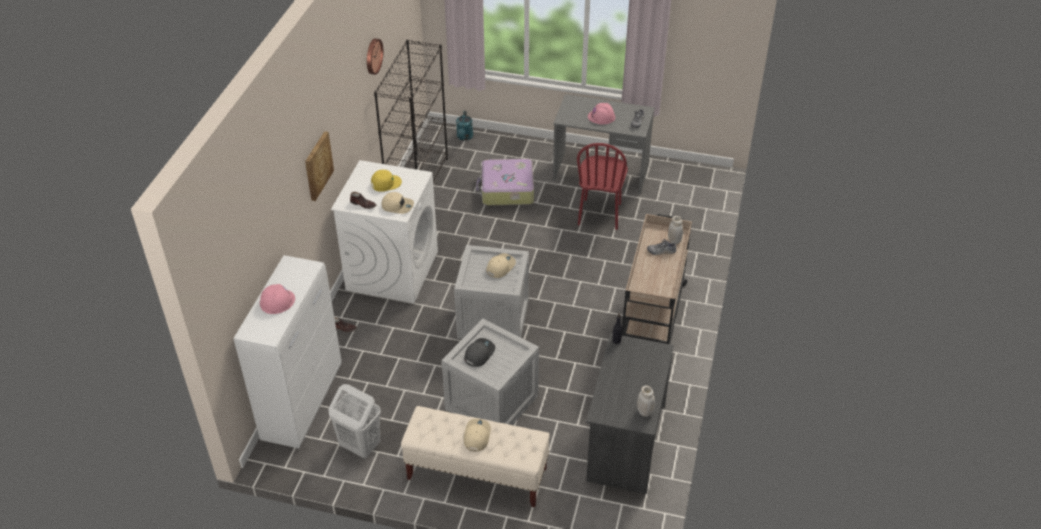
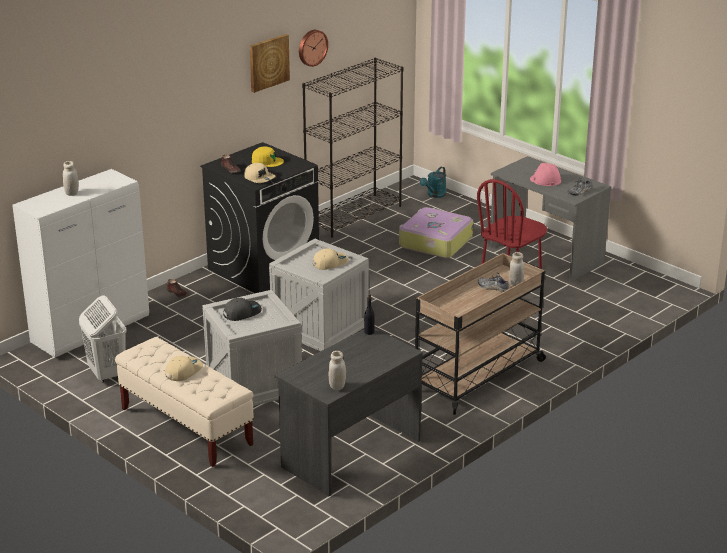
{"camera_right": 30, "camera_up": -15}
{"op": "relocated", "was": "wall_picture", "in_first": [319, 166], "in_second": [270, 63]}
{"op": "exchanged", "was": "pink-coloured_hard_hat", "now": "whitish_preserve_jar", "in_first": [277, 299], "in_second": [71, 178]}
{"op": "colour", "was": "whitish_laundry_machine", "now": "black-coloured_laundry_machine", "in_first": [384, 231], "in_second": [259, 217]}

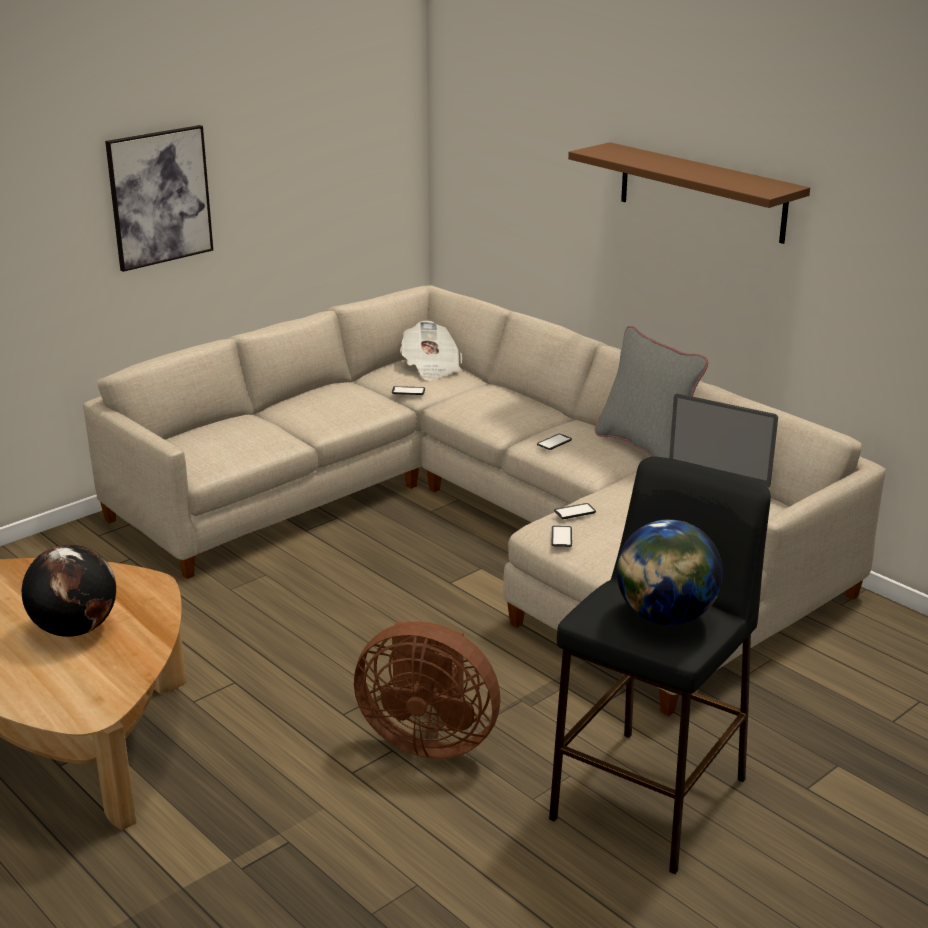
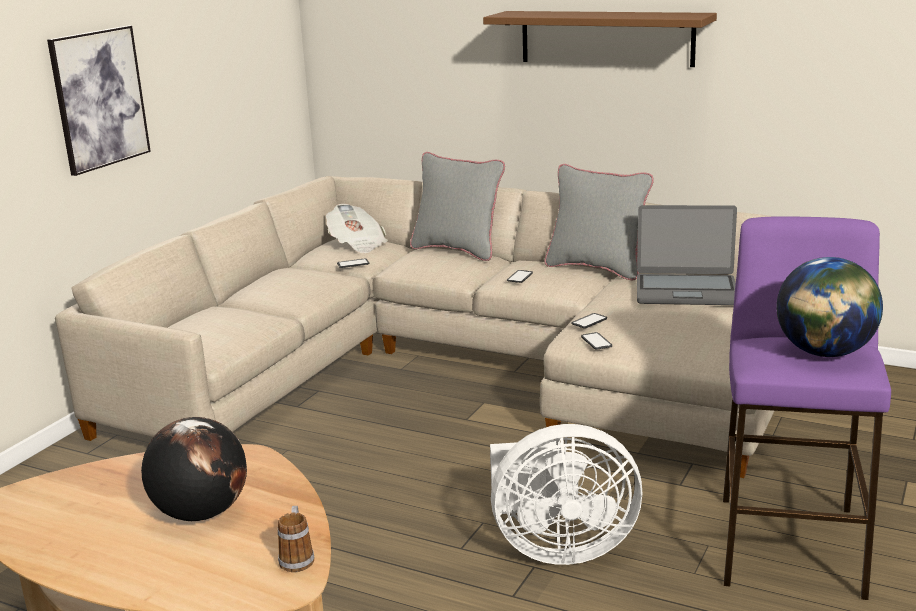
{"camera_right": -20, "camera_up": -5}
{"op": "appeared", "now": "coffee_mug", "in_second": [296, 539]}
{"op": "appeared", "now": "grey_pillow", "in_second": [457, 206]}
{"op": "colour", "was": "brown_electric_fan", "now": "whitish_electric_fan", "in_first": [427, 690], "in_second": [566, 494]}
{"op": "colour", "was": "black-coloured_sitting_stool", "now": "purple_sitting_stool", "in_first": [660, 665], "in_second": [807, 408]}

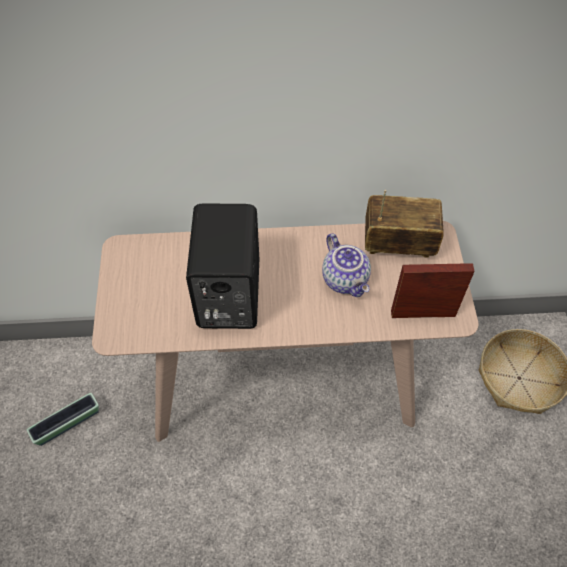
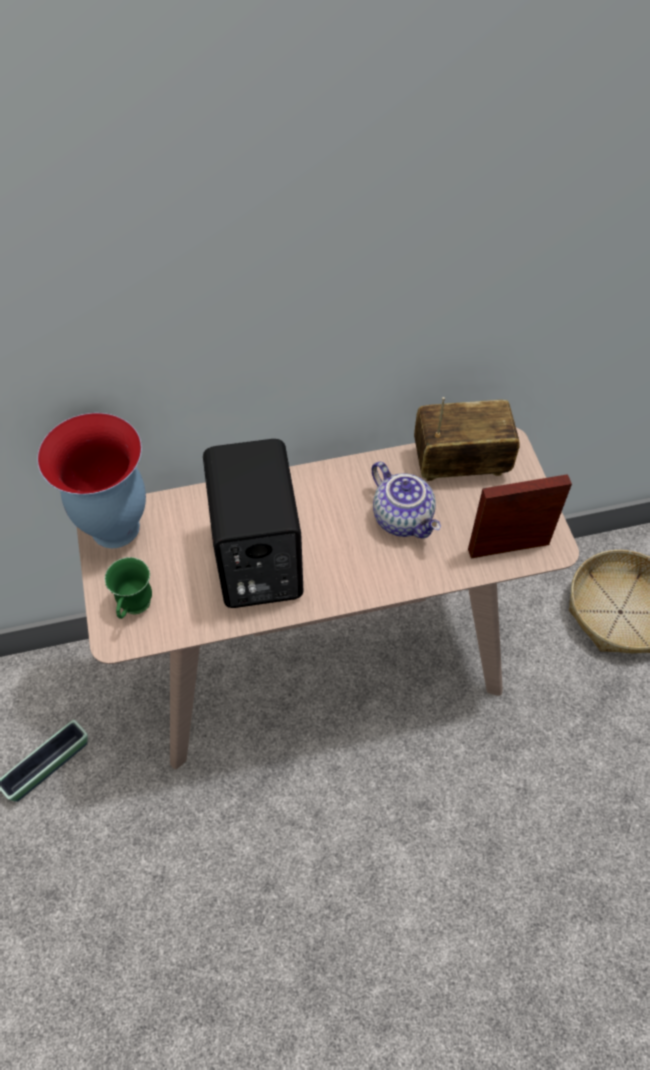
{"camera_right": -10, "camera_up": 0}
{"op": "appeared", "now": "flower_vase", "in_second": [91, 480]}
{"op": "appeared", "now": "greenish_coffee_mug", "in_second": [128, 588]}

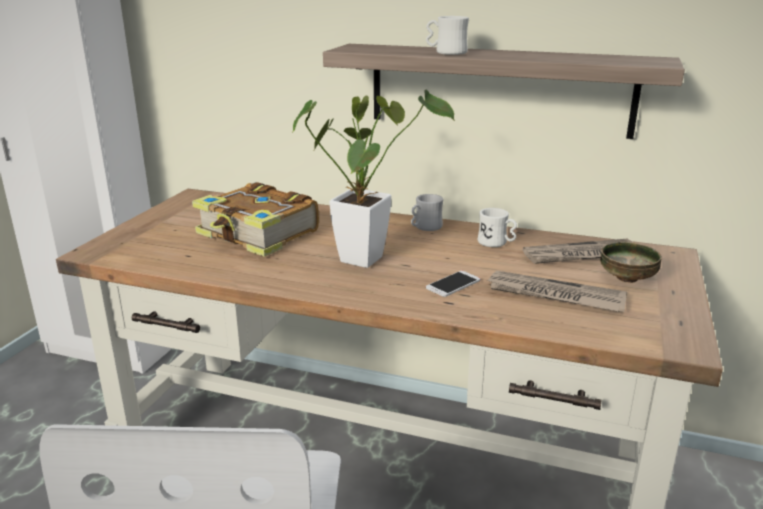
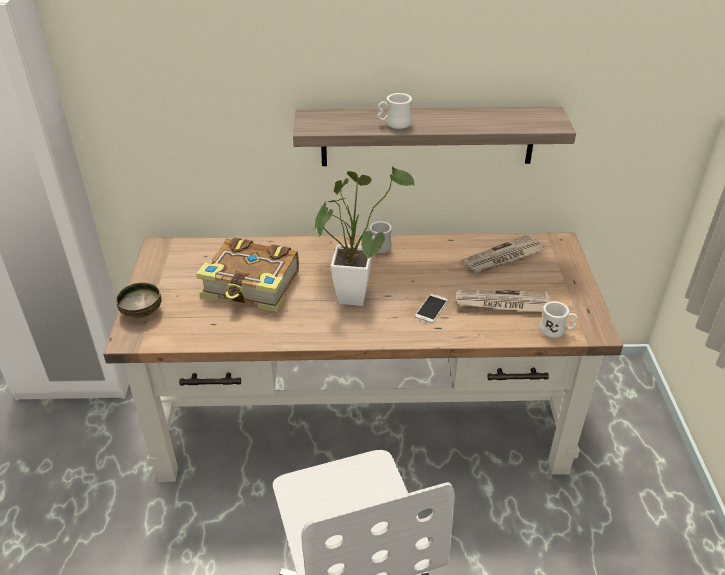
{"camera_right": -20, "camera_up": 15}
{"op": "relocated", "was": "whitish_coffee_mug", "in_first": [497, 227], "in_second": [558, 319]}
{"op": "relocated", "was": "deep_dish", "in_first": [631, 262], "in_second": [139, 300]}

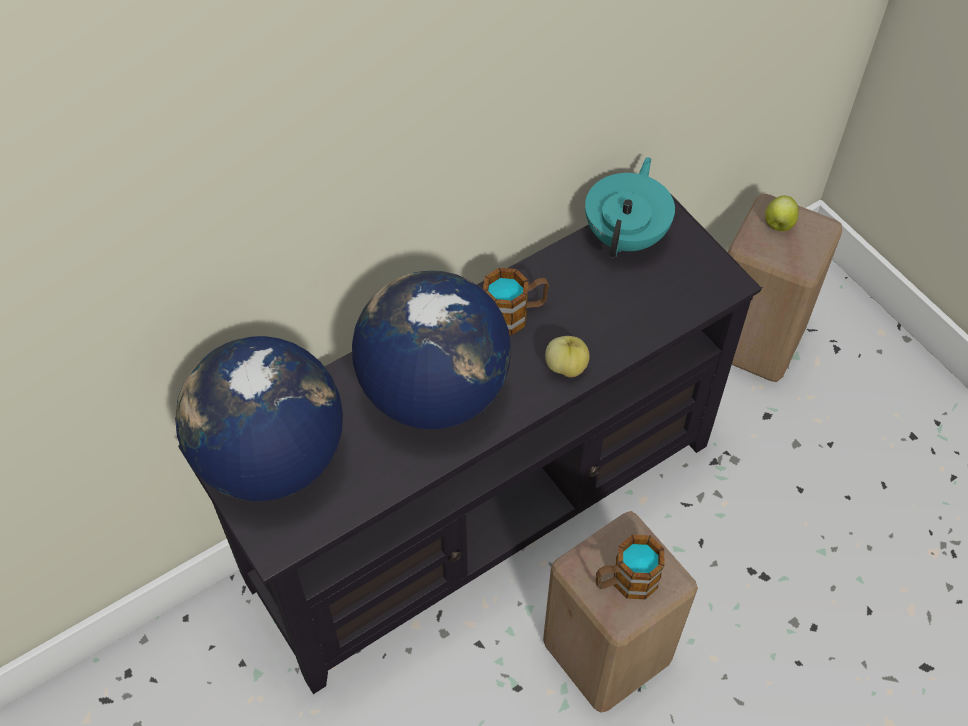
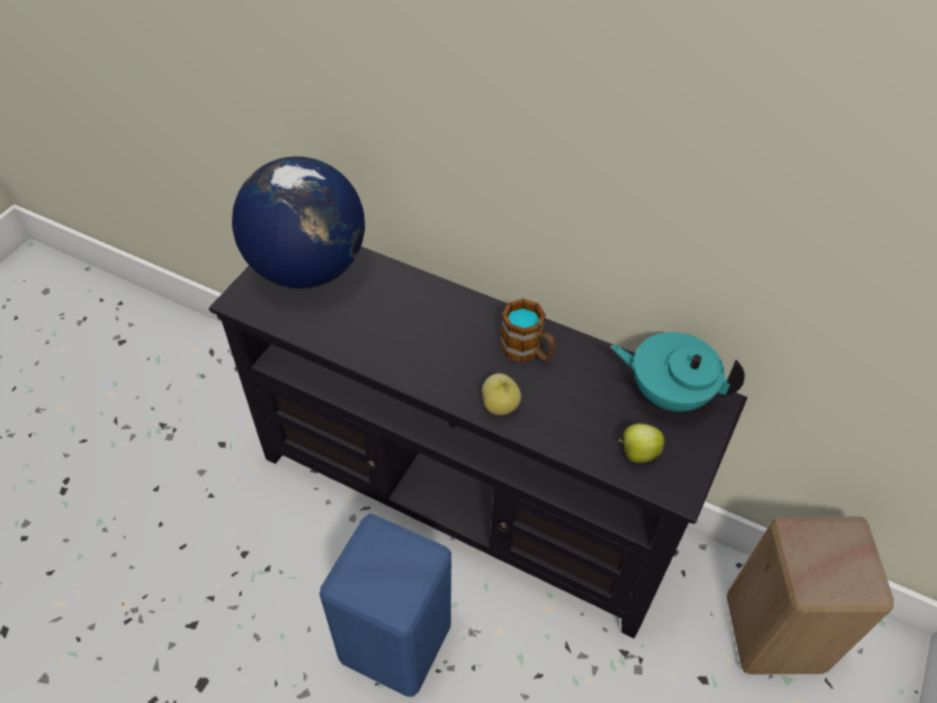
{"camera_right": 60, "camera_up": -5}
{"op": "missing", "was": "globe", "in_first": [431, 350]}
{"op": "missing", "was": "coffee_mug", "in_first": [630, 567]}
{"op": "relocated", "was": "apple", "in_first": [782, 213], "in_second": [641, 443]}
{"op": "colour", "was": "beige-coloured_sitting_stool", "now": "blue_sitting_stool", "in_first": [620, 612], "in_second": [385, 605]}
{"op": "spun", "was": "turquoise-coloured_tea_pot", "in_first": [630, 207], "in_second": [678, 372], "clockwise": -150}

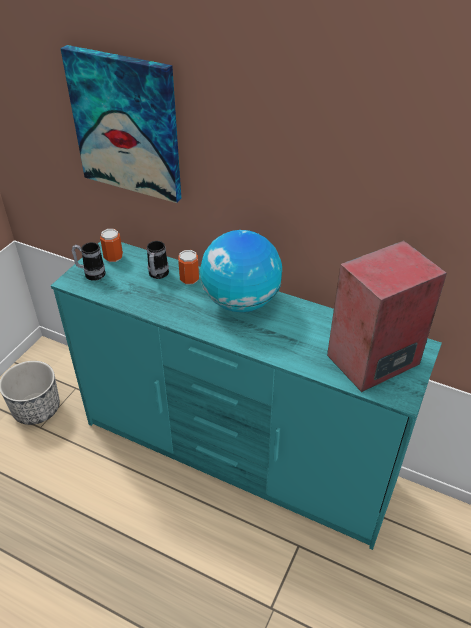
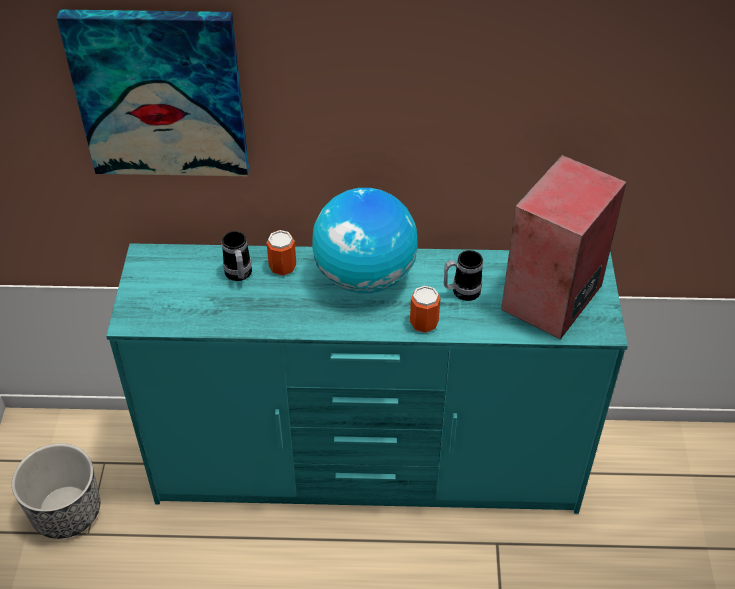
{"camera_right": -25, "camera_up": 5}
{"op": "relocated", "was": "coffee_mug", "in_first": [88, 261], "in_second": [463, 275]}
{"op": "relocated", "was": "metal_can", "in_first": [111, 245], "in_second": [425, 309]}

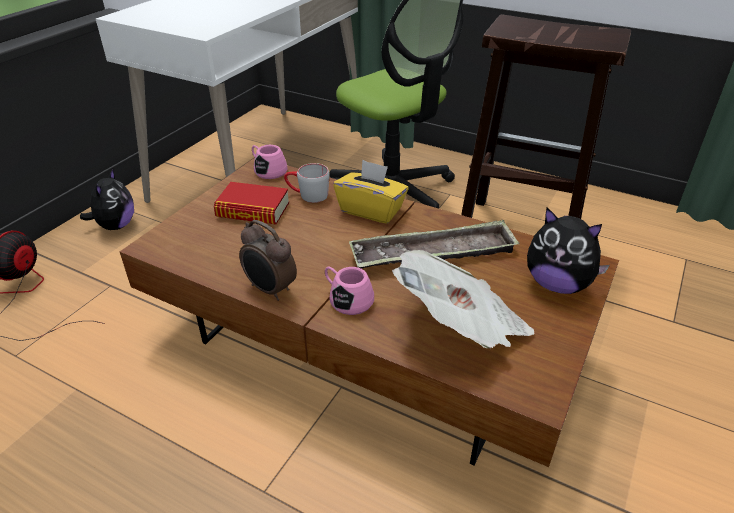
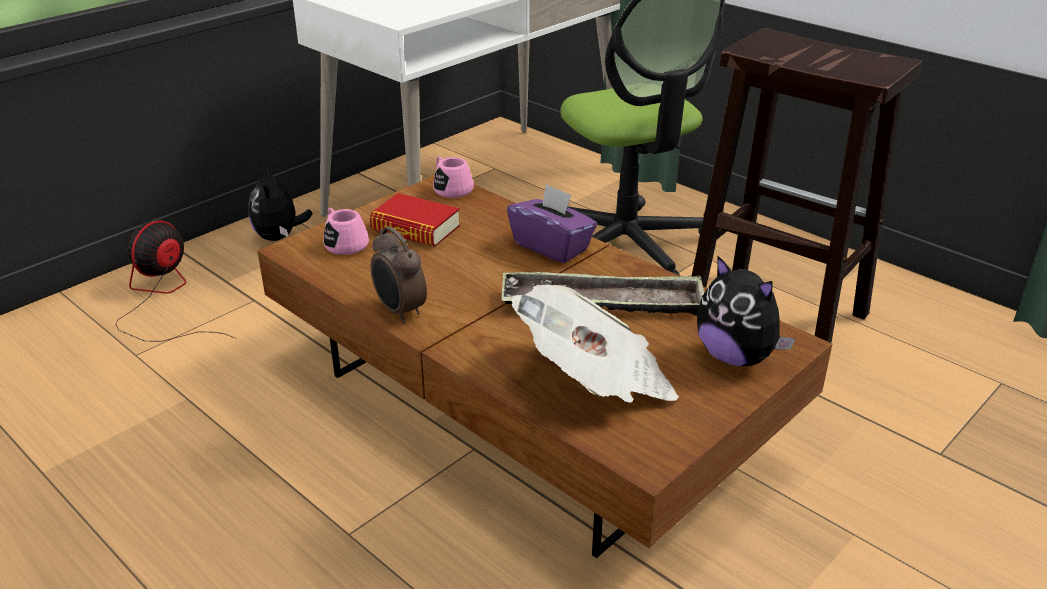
{"camera_right": 15, "camera_up": -5}
{"op": "missing", "was": "grey_coffee_mug", "in_first": [306, 183]}
{"op": "relocated", "was": "pink-coloured_coffee_mug", "in_first": [349, 291], "in_second": [346, 231]}
{"op": "colour", "was": "yellow-coloured_tissue_box", "now": "purple_tissue_box", "in_first": [371, 192], "in_second": [552, 223]}
{"op": "spun", "was": "soft_toy", "in_first": [107, 199], "in_second": [281, 203], "clockwise": 150}

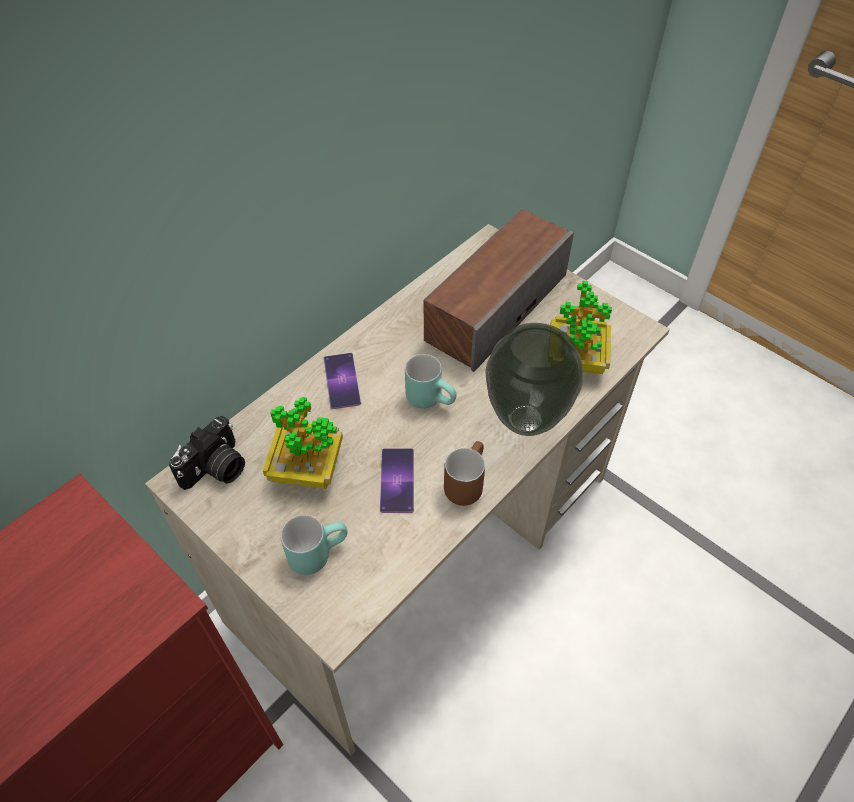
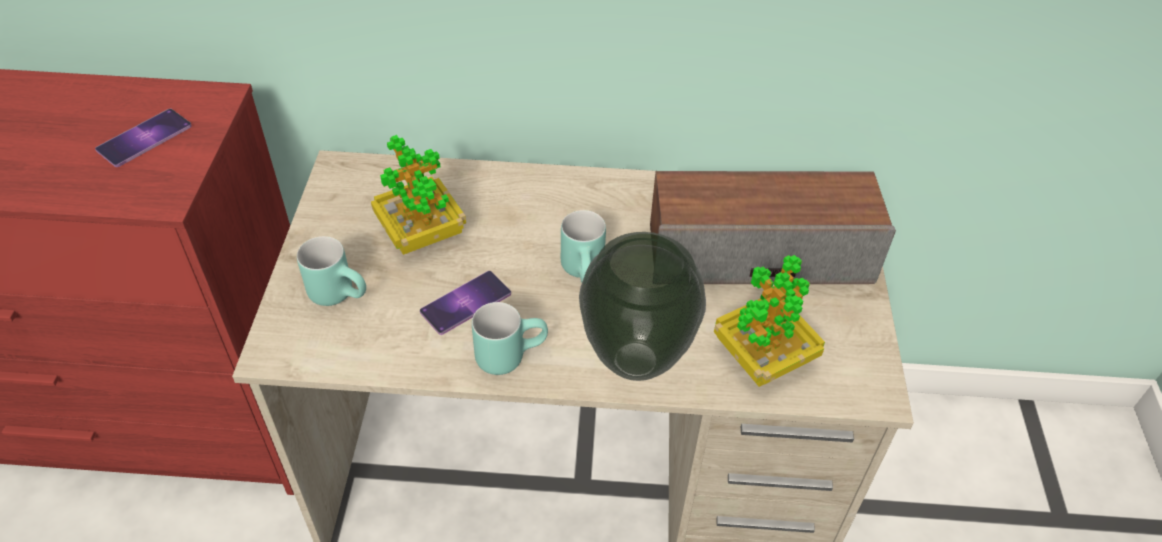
{"camera_right": 50, "camera_up": -5}
{"op": "missing", "was": "still_camera", "in_first": [207, 453]}
{"op": "relocated", "was": "telephone", "in_first": [342, 381], "in_second": [143, 137]}
{"op": "colour", "was": "brown_coffee_mug", "now": "turquoise-coloured_coffee_mug", "in_first": [464, 473], "in_second": [510, 338]}

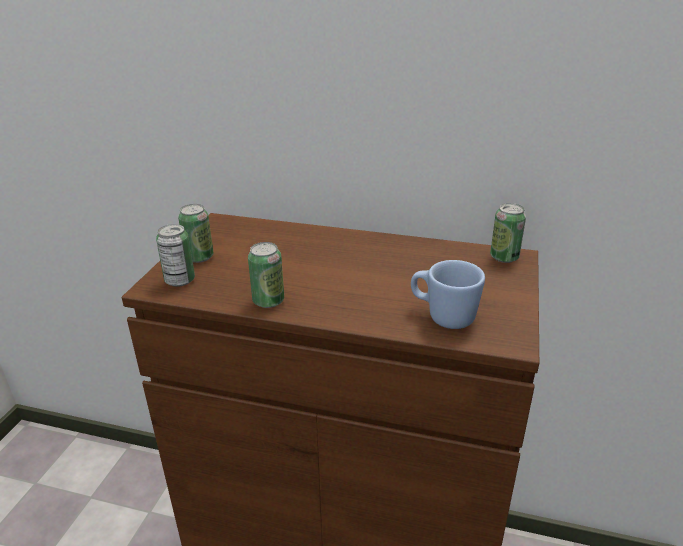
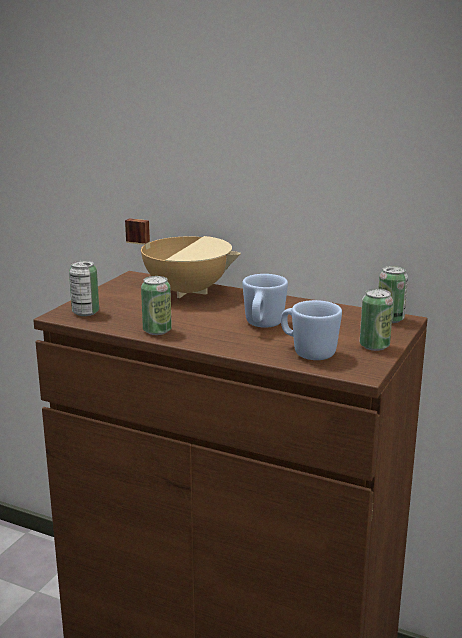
{"camera_right": 10, "camera_up": -10}
{"op": "appeared", "now": "beige-coloured_cooking_pot", "in_second": [183, 258]}
{"op": "appeared", "now": "blue_coffee_mug", "in_second": [265, 301]}
{"op": "relocated", "was": "metal_can", "in_first": [196, 233], "in_second": [376, 320]}

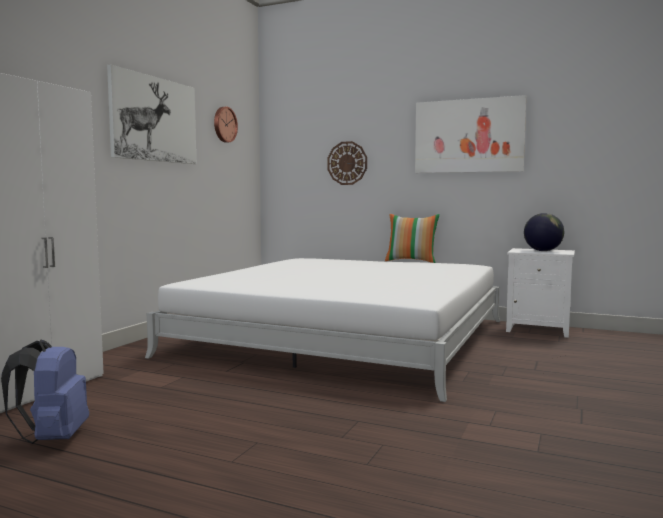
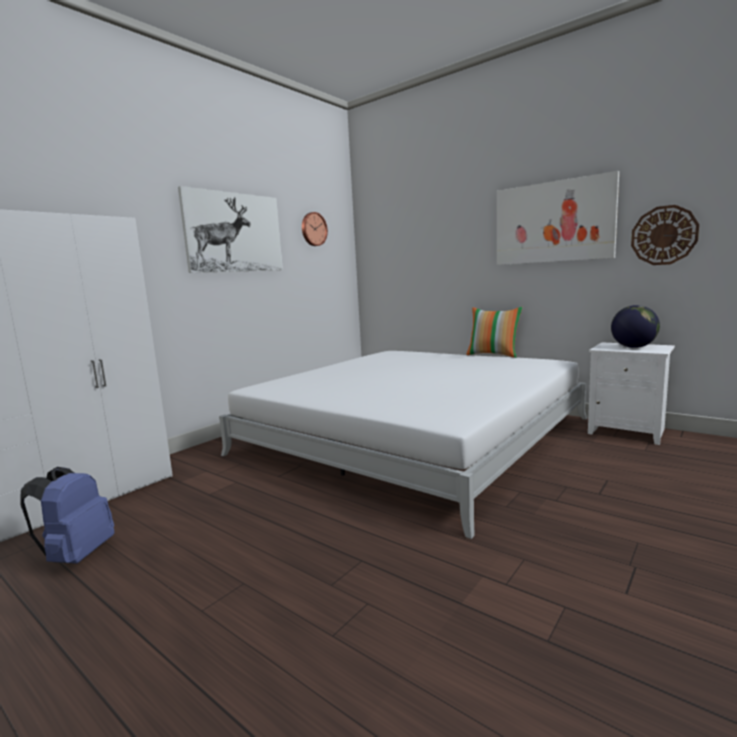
{"camera_right": 15, "camera_up": 5}
{"op": "relocated", "was": "hanging_clock", "in_first": [347, 163], "in_second": [665, 235]}

